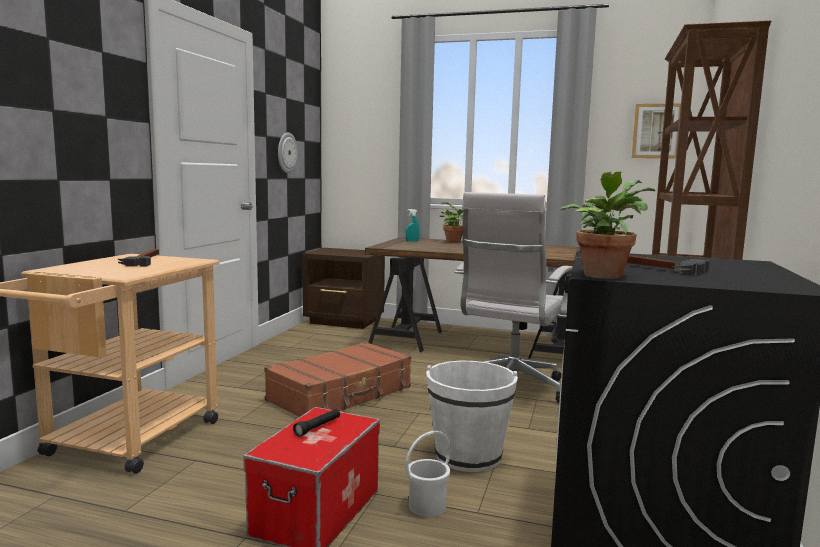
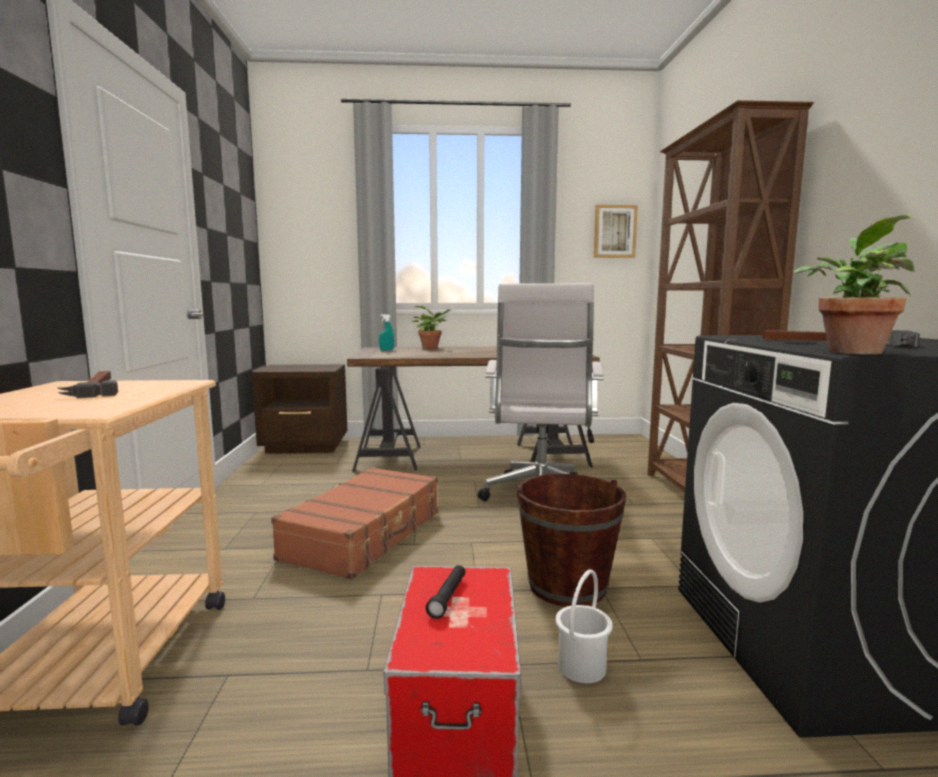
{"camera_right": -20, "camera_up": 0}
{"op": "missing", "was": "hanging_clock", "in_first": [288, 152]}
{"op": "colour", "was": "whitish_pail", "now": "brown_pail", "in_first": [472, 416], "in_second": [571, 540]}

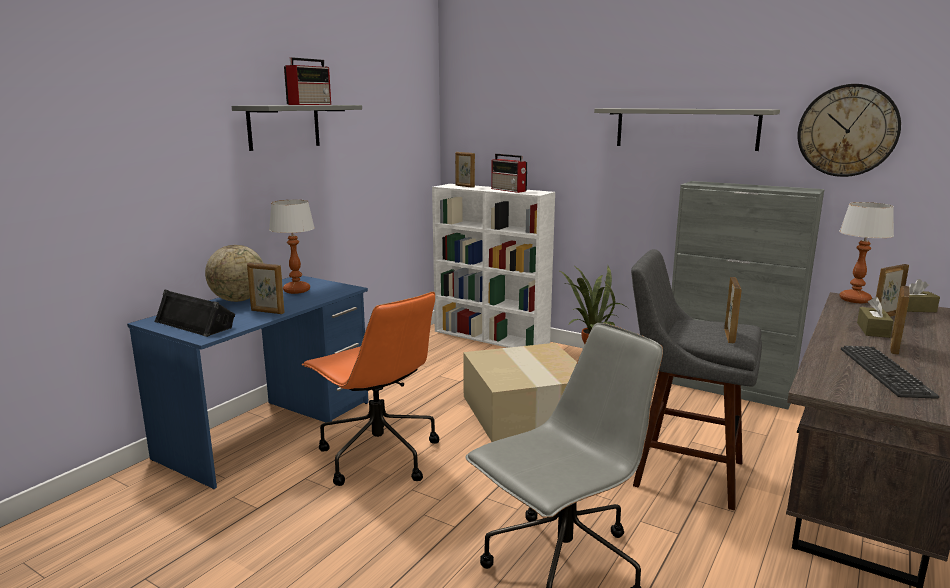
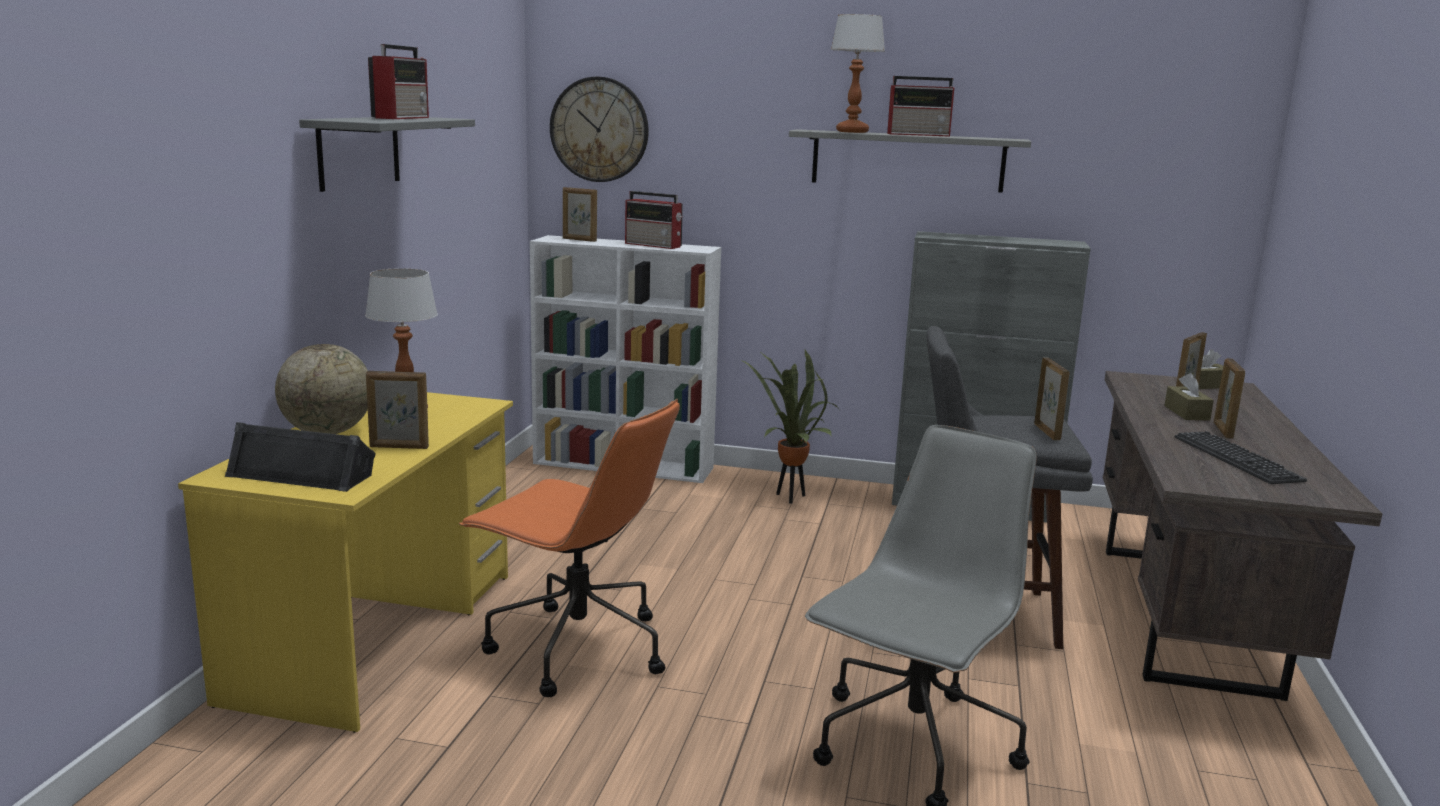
{"camera_right": -20, "camera_up": 0}
{"op": "missing", "was": "packing_box", "in_first": [520, 392]}
{"op": "appeared", "now": "radio_set", "in_second": [921, 106]}
{"op": "relocated", "was": "hanging_clock", "in_first": [849, 130], "in_second": [599, 129]}
{"op": "relocated", "was": "table_lamp", "in_first": [866, 252], "in_second": [858, 73]}
{"op": "colour", "was": "blue_desk_table", "now": "yellow-coloured_desk_table", "in_first": [248, 382], "in_second": [345, 562]}

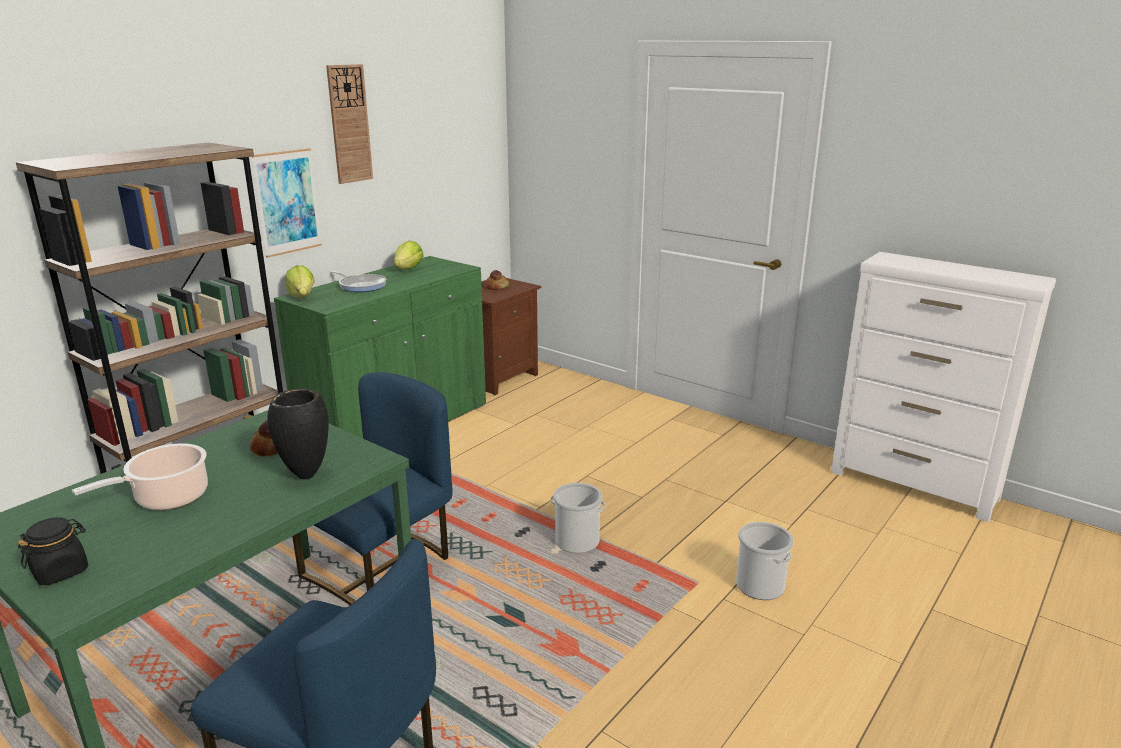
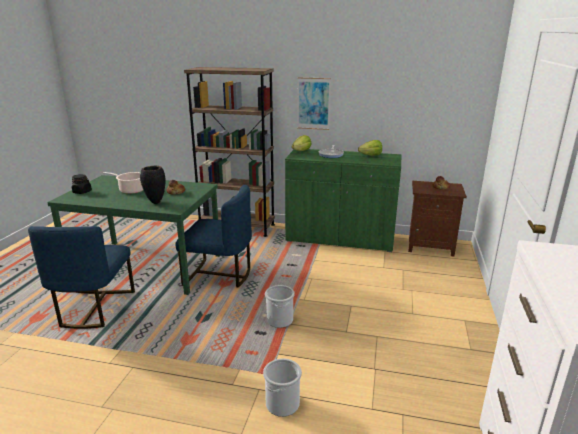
{"camera_right": 65, "camera_up": 0}
{"op": "missing", "was": "hanging_clock", "in_first": [349, 124]}

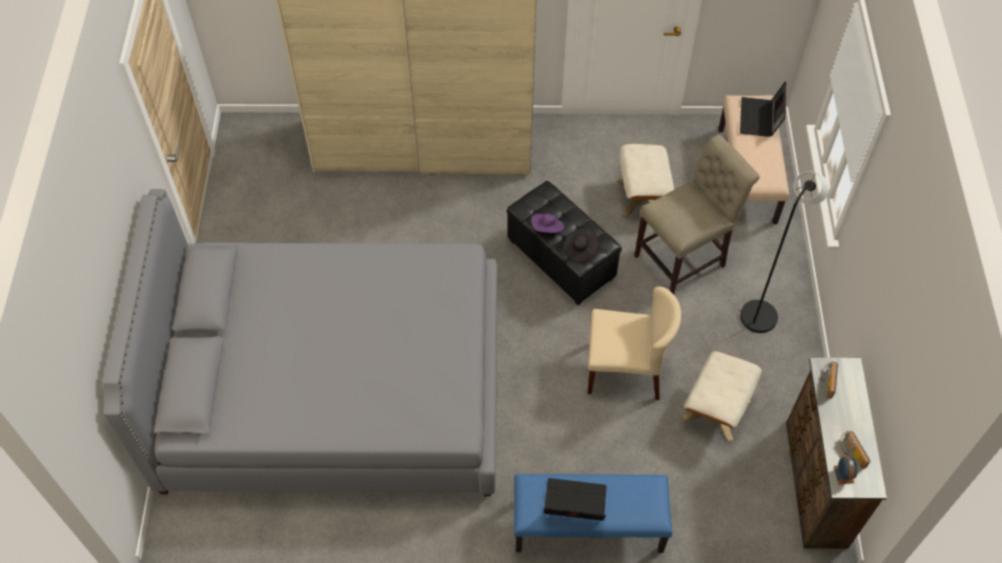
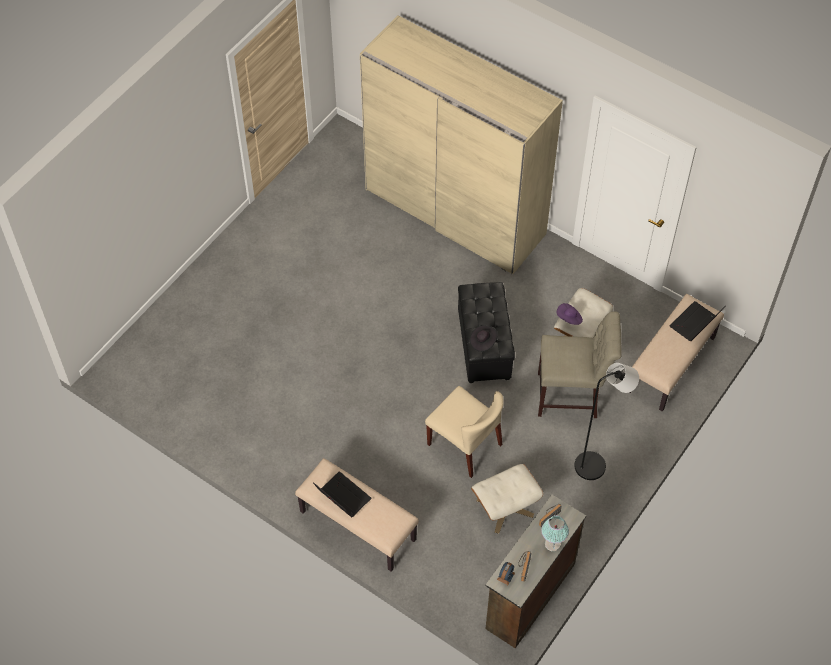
{"camera_right": 35, "camera_up": 0}
{"op": "missing", "was": "grey_bed", "in_first": [299, 342]}
{"op": "appeared", "now": "table_lamp", "in_second": [555, 533]}
{"op": "relocated", "was": "purple_clothing_hat", "in_first": [547, 223], "in_second": [570, 314]}
{"op": "colour", "was": "blue_indoor_bench", "now": "beige-coloured_indoor_bench", "in_first": [593, 513], "in_second": [357, 515]}

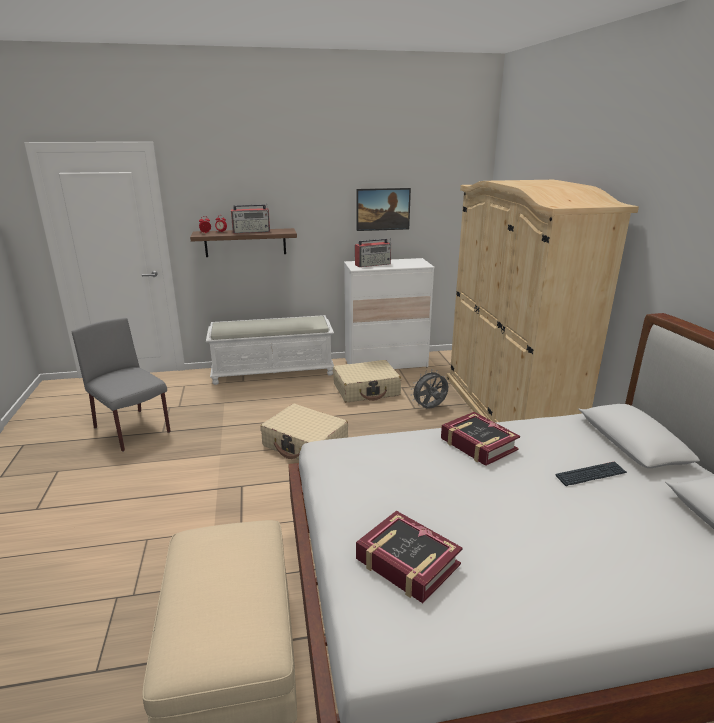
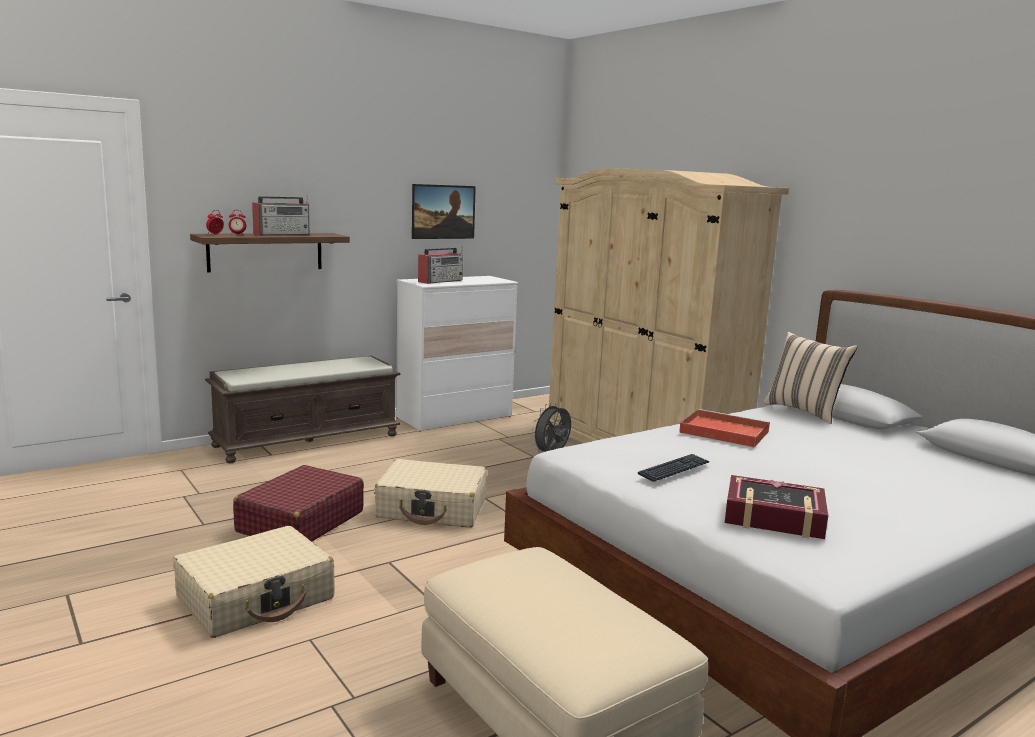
{"camera_right": -25, "camera_up": -10}
{"op": "missing", "was": "grey_plain_chair", "in_first": [121, 385]}
{"op": "appeared", "now": "reddish_piece_of_luggage", "in_second": [298, 503]}
{"op": "appeared", "now": "beige-coloured_pillow", "in_second": [810, 378]}
{"op": "relocated", "was": "beige-coloured_piece_of_luggage", "in_first": [367, 381], "in_second": [254, 582]}
{"op": "relocated", "was": "PC_keyboard", "in_first": [591, 473], "in_second": [674, 468]}
{"op": "exchanged", "was": "book", "now": "reddish_tray", "in_first": [480, 439], "in_second": [724, 428]}
{"op": "colour", "was": "whitish_indoor_bench", "now": "brown_indoor_bench", "in_first": [270, 350], "in_second": [302, 409]}

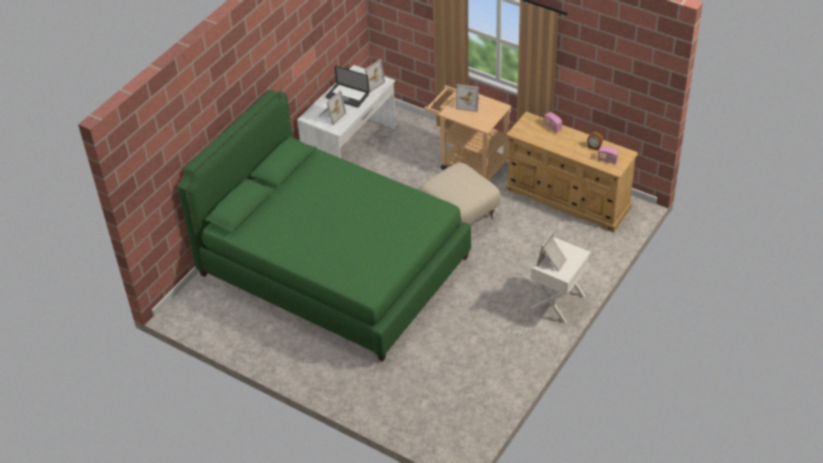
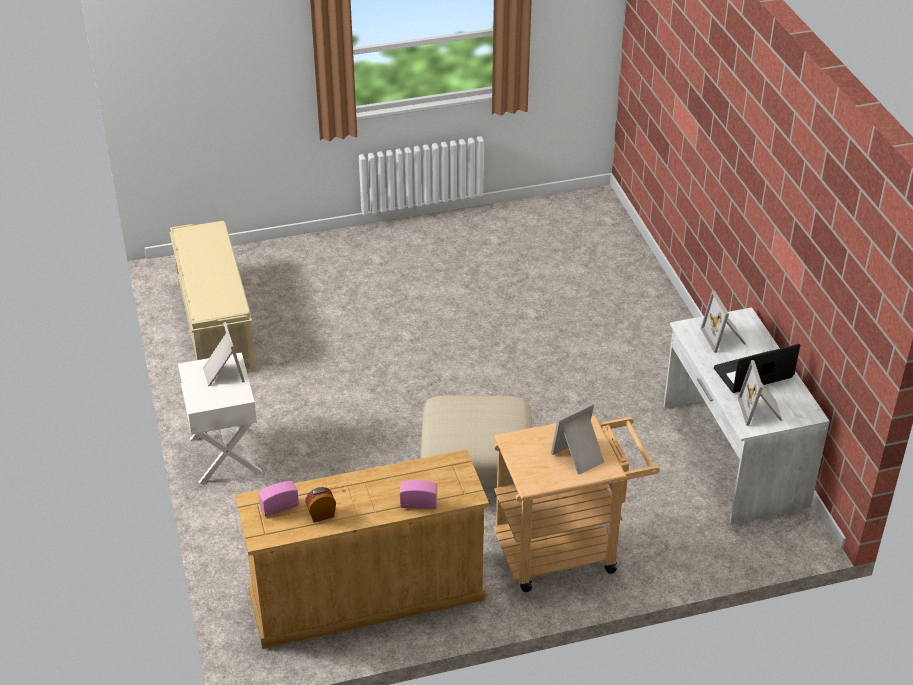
{"camera_right": 130, "camera_up": -5}
{"op": "missing", "was": "greenish_bed", "in_first": [324, 226]}
{"op": "appeared", "now": "beige-coloured_indoor_bench", "in_second": [213, 296]}

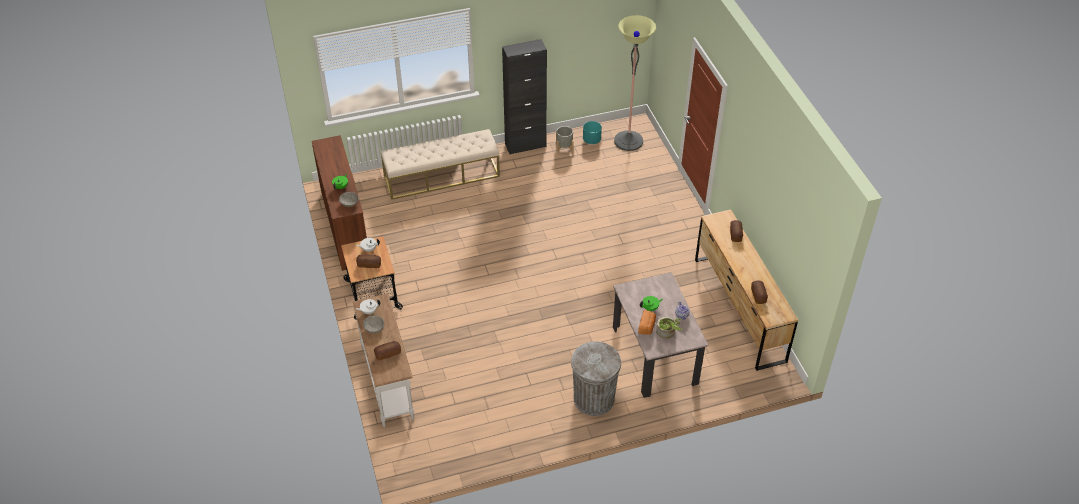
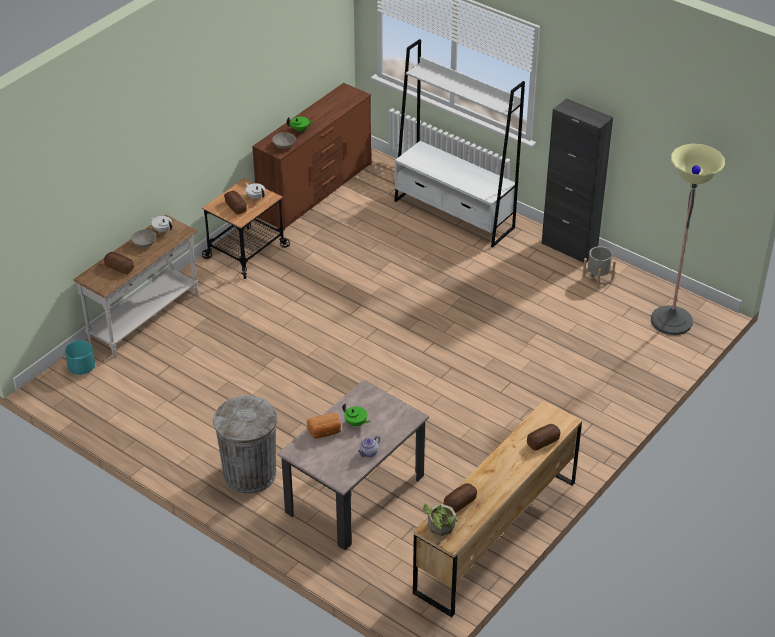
{"camera_right": 55, "camera_up": -5}
{"op": "relocated", "was": "turquoise-coloured_flower_pot", "in_first": [592, 132], "in_second": [80, 357]}
{"op": "relocated", "was": "plant_in_a_pot", "in_first": [669, 327], "in_second": [440, 520]}
{"op": "exchanged", "was": "beige-coloured_indoor_bench", "now": "whitish_shelving_unit", "in_first": [440, 164], "in_second": [459, 143]}

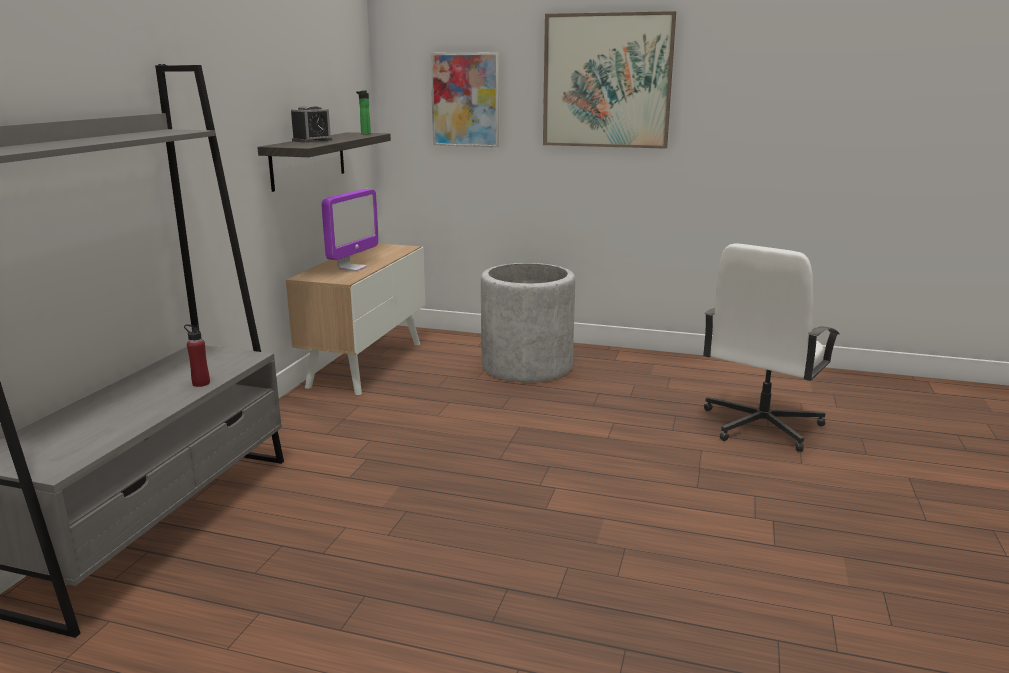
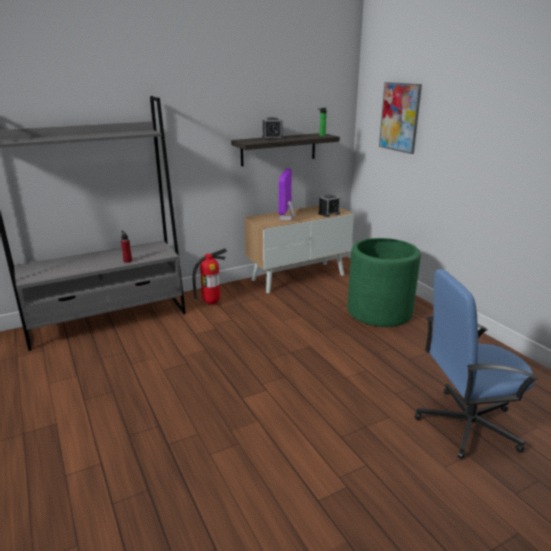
{"camera_right": 45, "camera_up": 5}
{"op": "missing", "was": "wall_picture", "in_first": [609, 80]}
{"op": "appeared", "now": "extinguisher", "in_second": [209, 276]}
{"op": "appeared", "now": "alarm_clock", "in_second": [329, 205]}
{"op": "colour", "was": "grey_flower_pot", "now": "greenish_flower_pot", "in_first": [528, 323], "in_second": [384, 282]}
{"op": "colour", "was": "whitish_office_chair", "now": "blue_office_chair", "in_first": [771, 347], "in_second": [476, 364]}
{"op": "spun", "was": "computer_display", "in_first": [350, 230], "in_second": [286, 194], "clockwise": 120}

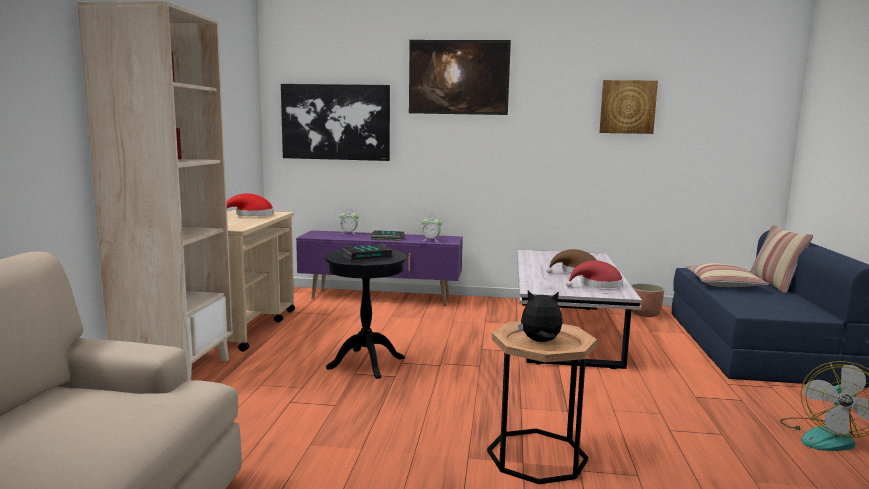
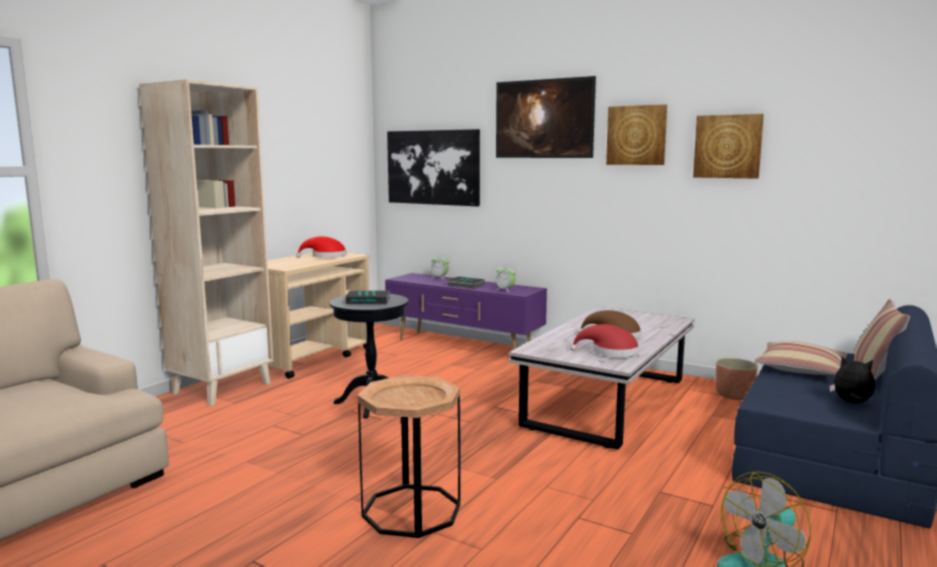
{"camera_right": 25, "camera_up": 0}
{"op": "appeared", "now": "wall_picture", "in_second": [636, 134]}
{"op": "relocated", "was": "soft_toy", "in_first": [540, 316], "in_second": [852, 379]}

